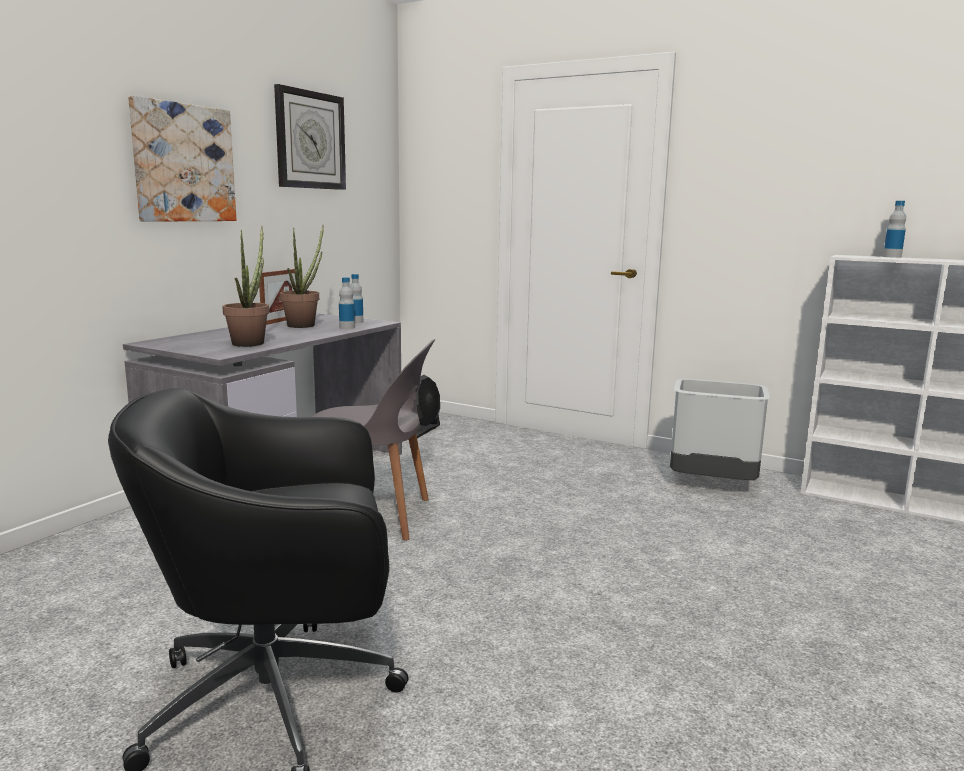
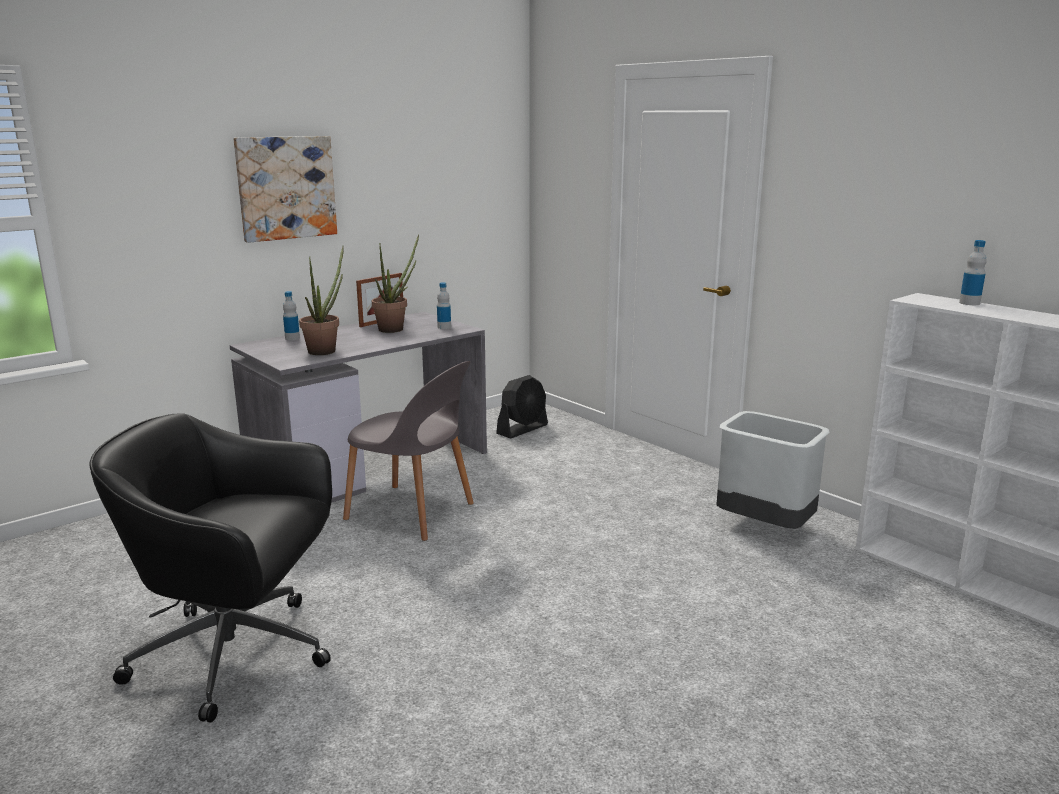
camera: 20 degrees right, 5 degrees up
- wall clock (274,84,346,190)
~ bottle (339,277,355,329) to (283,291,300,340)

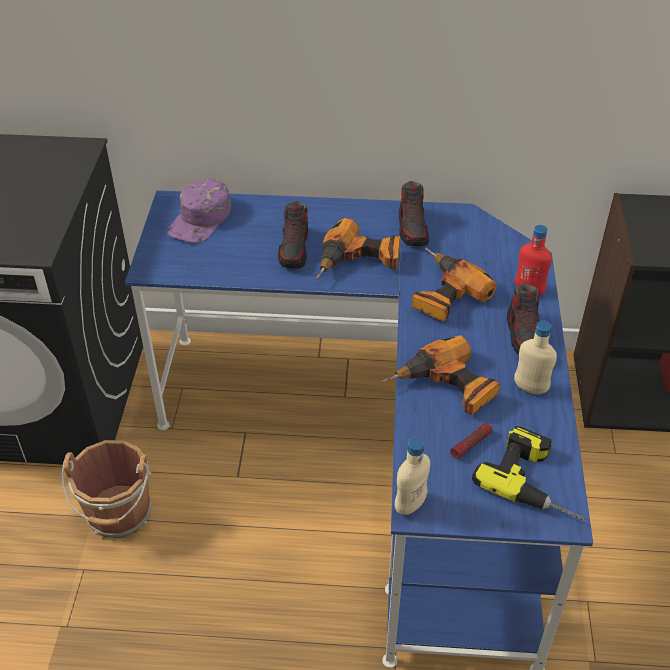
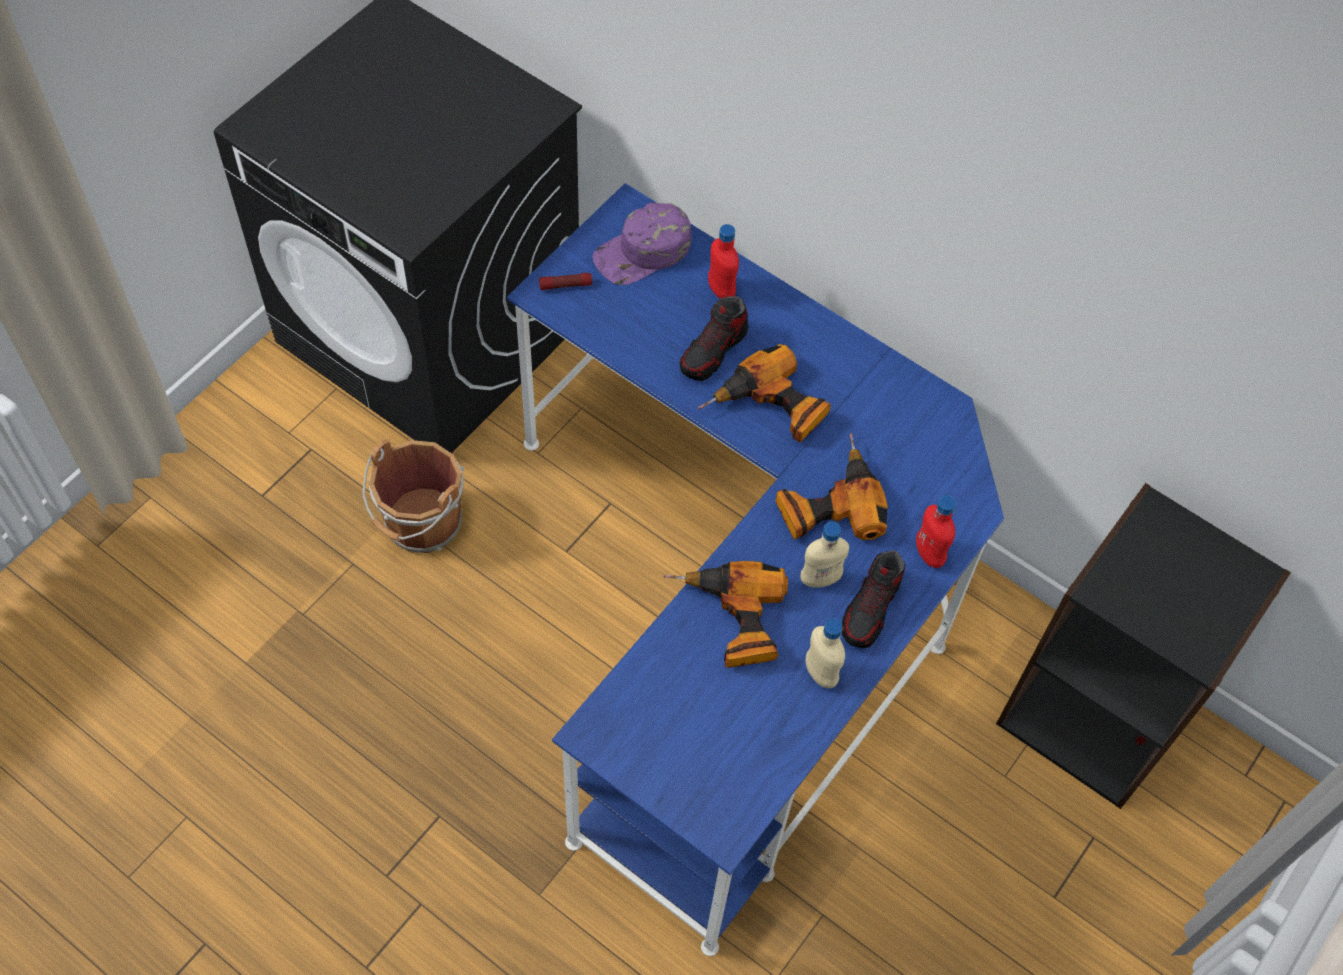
camera: 30 degrees right, 15 degrees up
- shoe (399,181,429,246)
~ flashlight (450,423,492,459) to (539,273,592,290)
- power drill (472,426,586,521)
~ beige bottle (395,437,430,515) to (800,522,849,587)
+ red bottle (708,224,739,299)

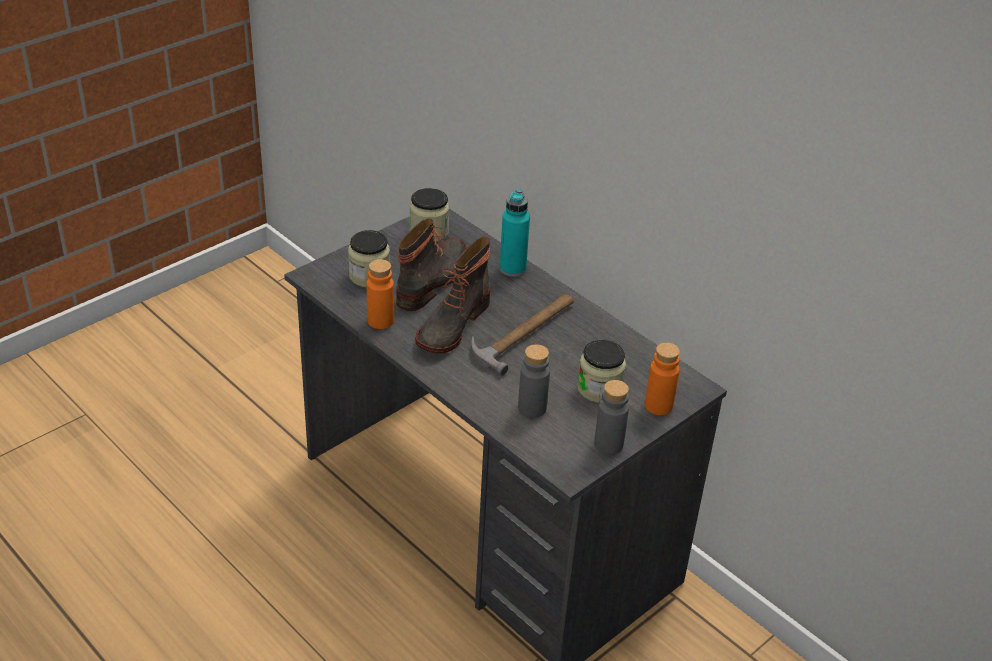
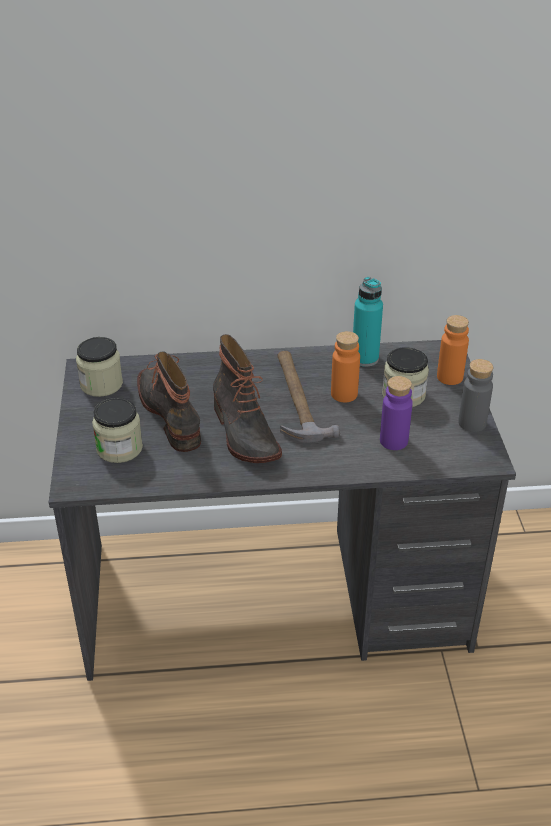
camera: 50 degrees left, 0 degrees up
~ turquoise bottle (500,190,530,277) to (353,277,383,367)
~ orange bottle (367,259,394,329) to (331,331,360,402)
~ grey bottle (518,344,550,418) to purple bottle (380,376,413,450)

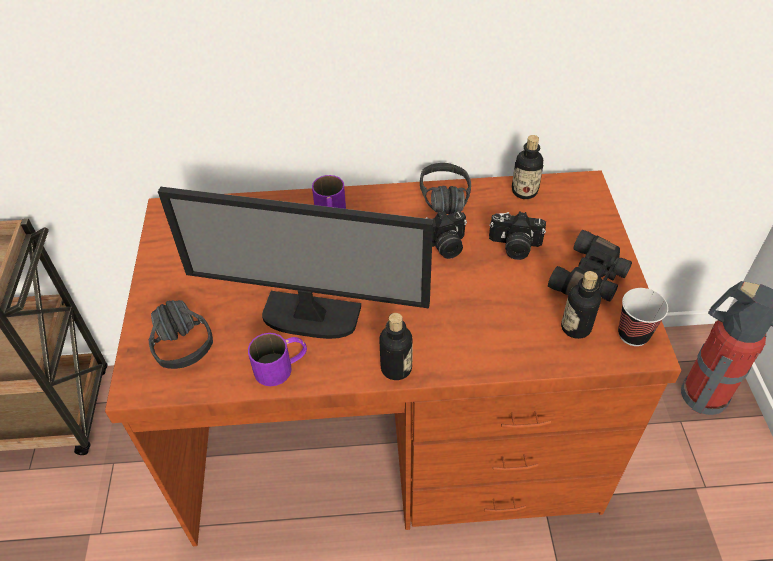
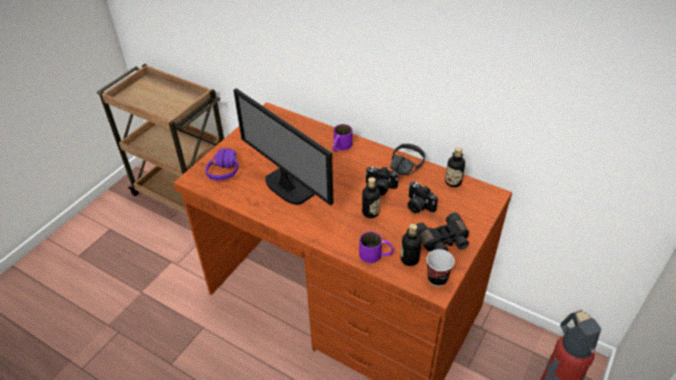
camera: 35 degrees right, 5 degrees down
~ black headphones (149,300,213,369) to purple headphones (205,148,239,181)
~ bottle (379,313,413,380) to (362,177,380,218)
~ purple mug (248,333,307,386) to (359,231,394,263)

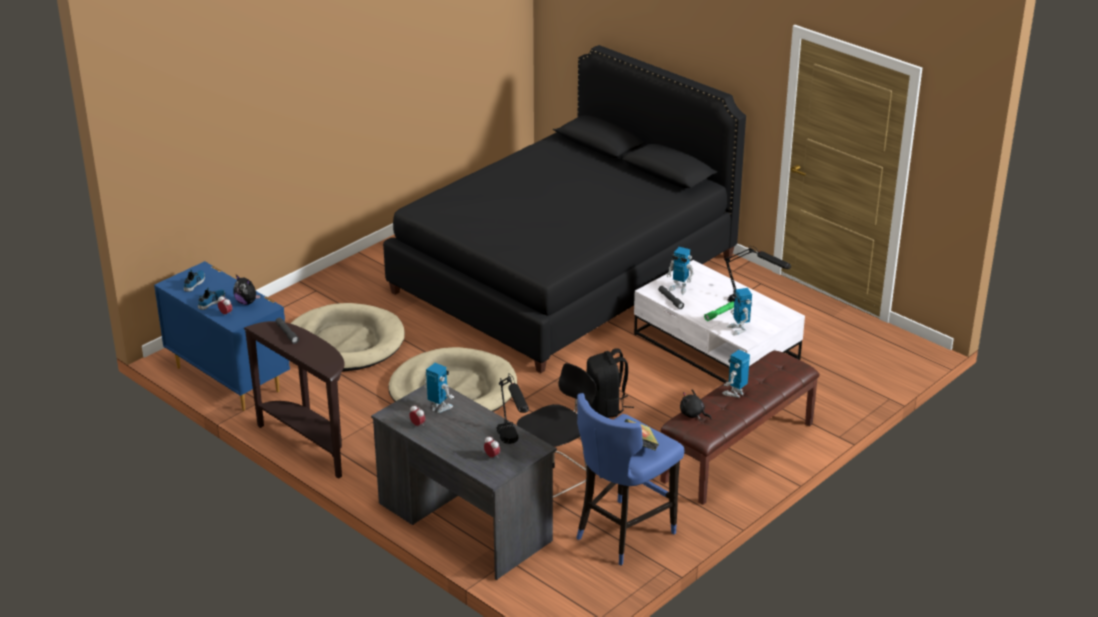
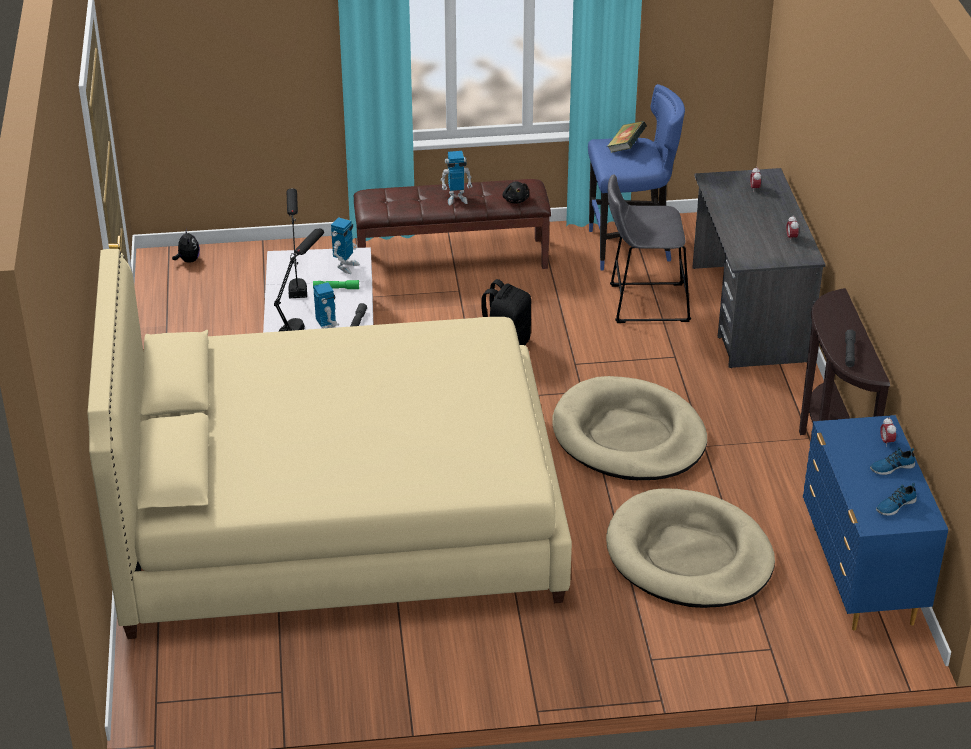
camera: 140 degrees left, 5 degrees up
~ black bed (383,45,746,373) to beige bed (88,249,572,639)
~ plush toy (233,275,260,305) to (172,228,200,263)
- toy robot (424,363,454,413)
~ black chair (517,363,597,498) to grey stool (608,174,691,323)
~ black table lamp (496,373,529,444) to (274,228,324,331)

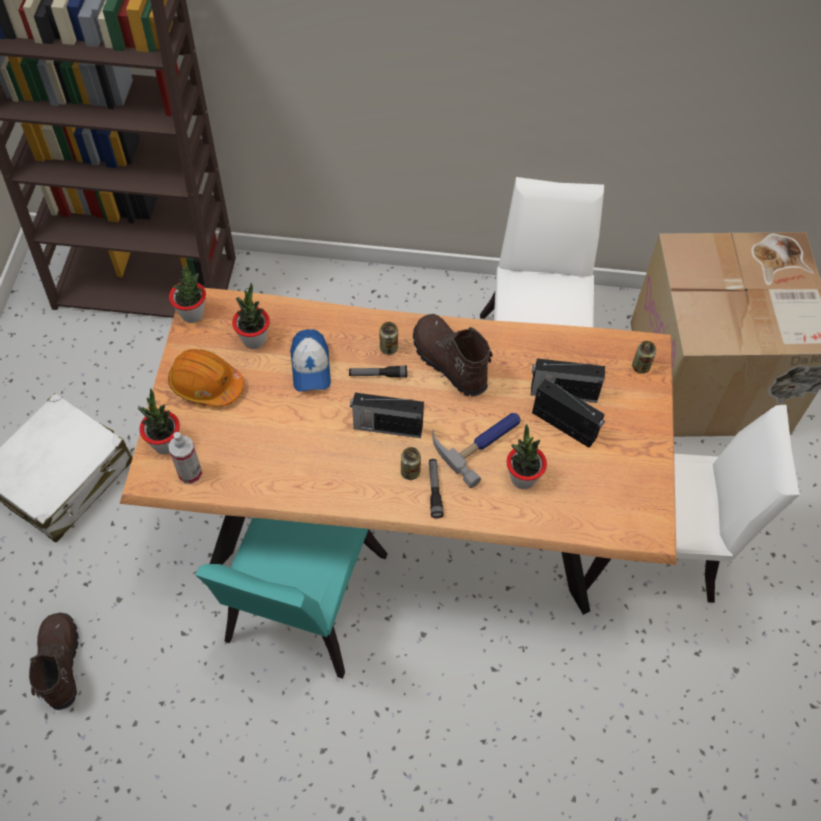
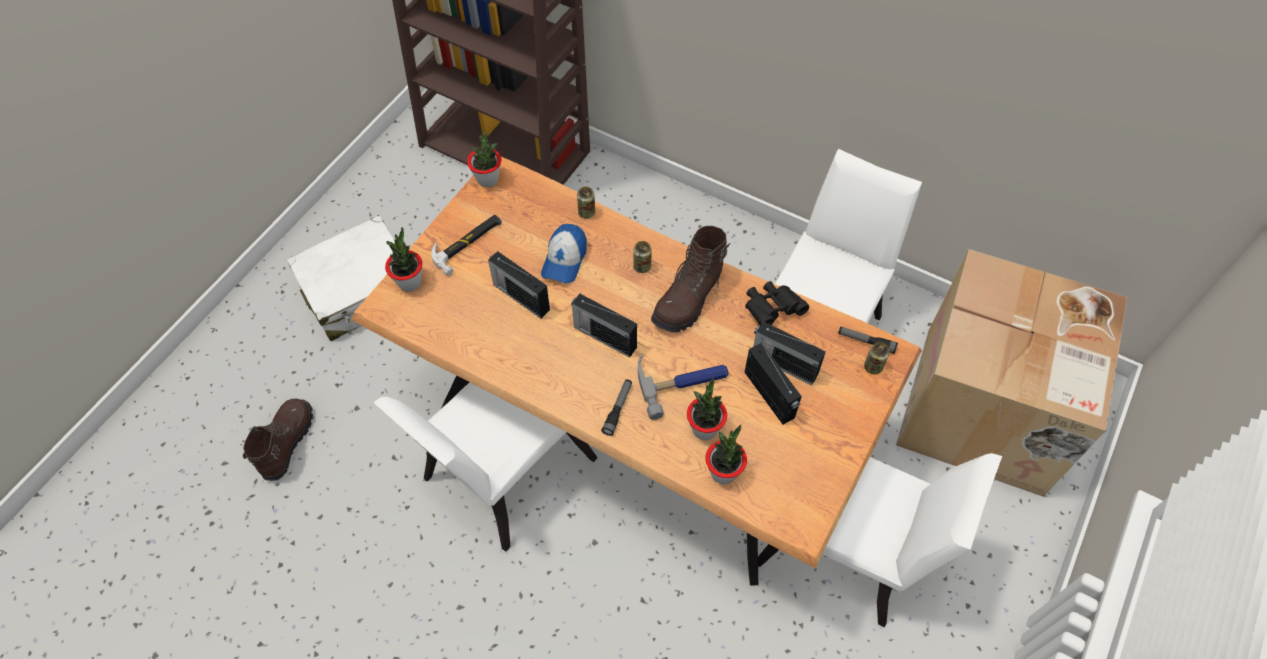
camera: 25 degrees right, 0 degrees up
~ potted plant (232,283,270,349) to (705,424,747,484)
~ brown boot (413,314,492,397) = (651,226,730,332) 135 degrees counterclockwise
~ orange hard hat (168,349,244,407) to hammer (432,215,502,276)
~ flashlight (349,366,407,378) to (838,326,898,354)
- spray bottle (168,432,202,484)
~ can (401,447,421,480) to (577,187,595,219)
~ turquoise chair (196,518,388,679) to white chair (374,382,598,552)
+ radio (488,251,550,319)
+ black binoculars (745,281,809,325)

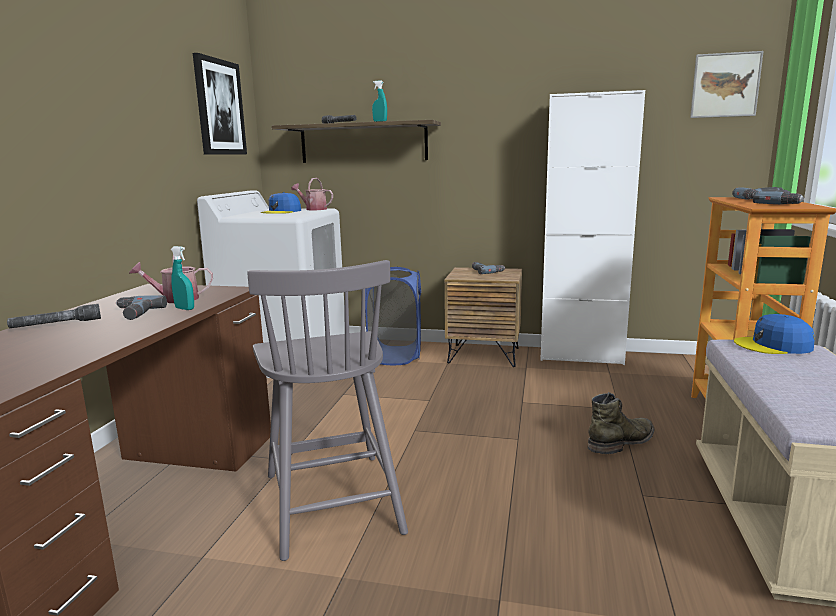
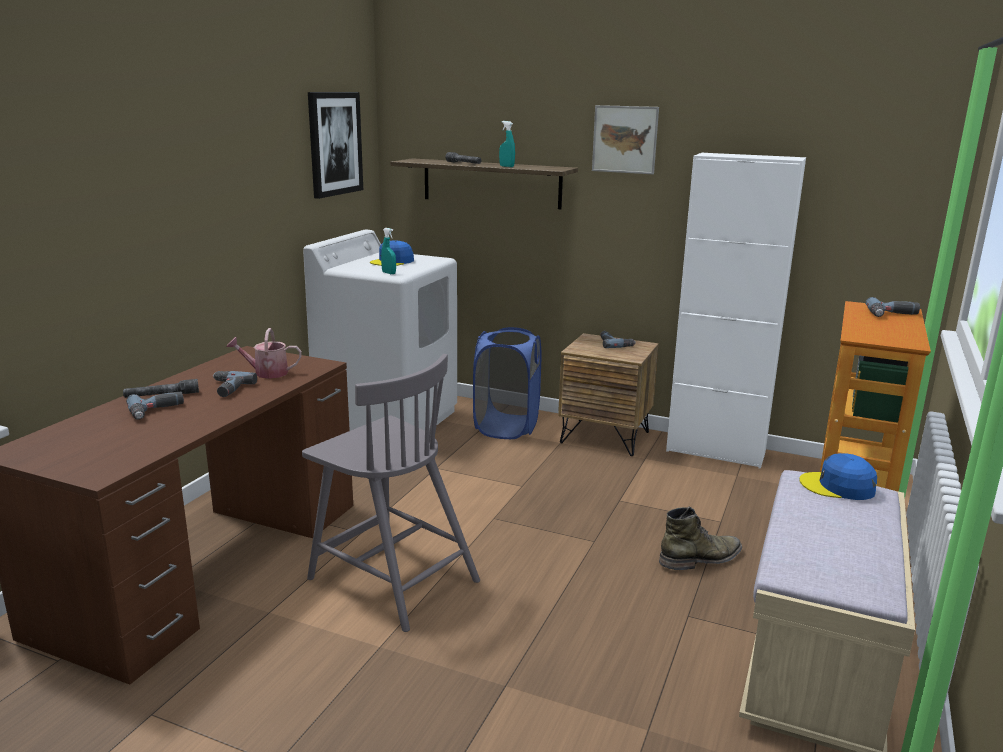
camera: 10 degrees right, 5 degrees up
~ picture (690,51,764,118) to (592,105,659,174)
- watering can (291,178,333,210)
~ power drill (753,190,805,204) to (126,392,184,420)
~ turquoise spray bottle (171,246,194,310) to (381,228,396,274)
~ grey chair (247,260,408,561) = (302,354,480,632) 45 degrees counterclockwise

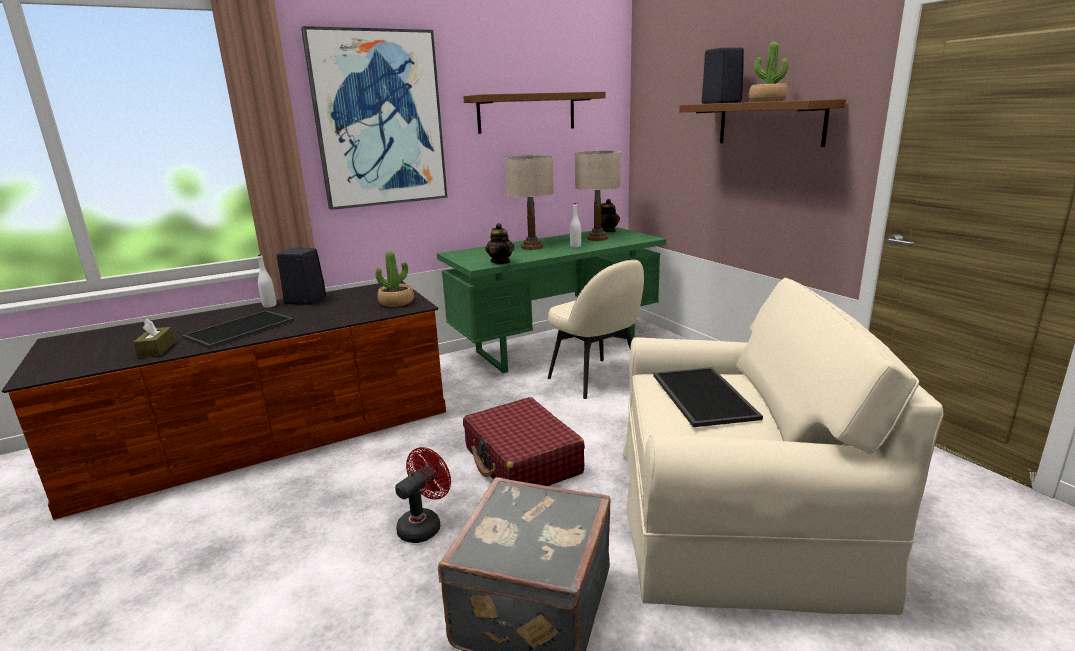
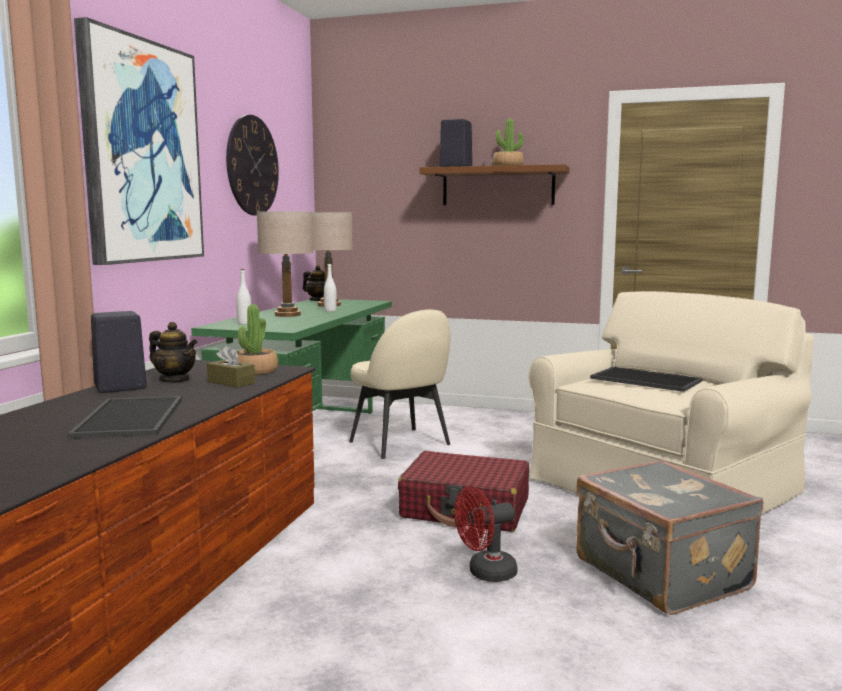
camera: 45 degrees left, 10 degrees down
~ brown shelf (463,92,606,134) to wall clock (226,115,279,216)
~ teapot (485,223,514,264) to (149,322,198,382)
~ white bottle (258,254,276,308) to (236,269,251,325)
~ beige chair (548,260,644,399) = (349,309,450,459) 45 degrees clockwise
~ brown tissue box (133,319,175,358) to (207,346,255,388)
~ red fan (395,447,451,543) = (454,487,517,582) 105 degrees counterclockwise

